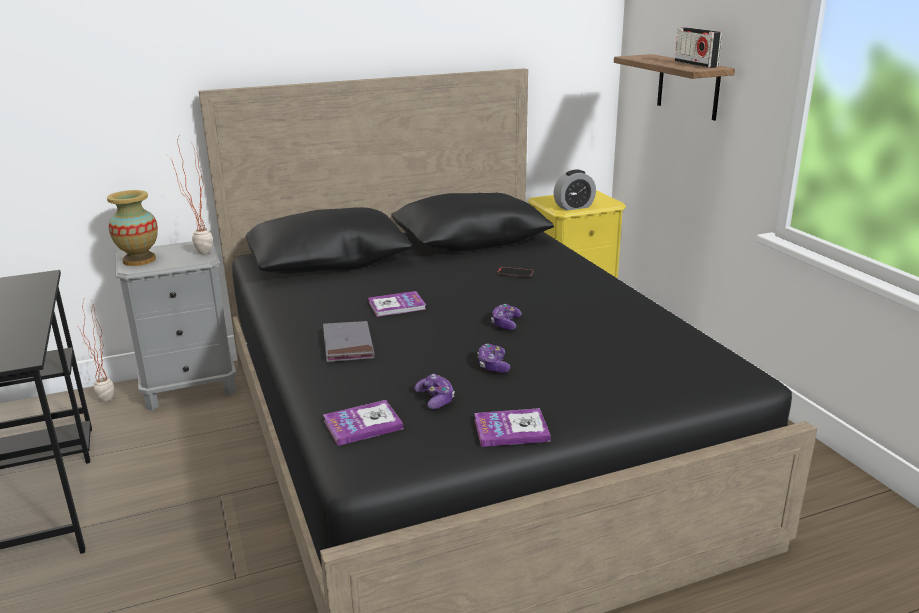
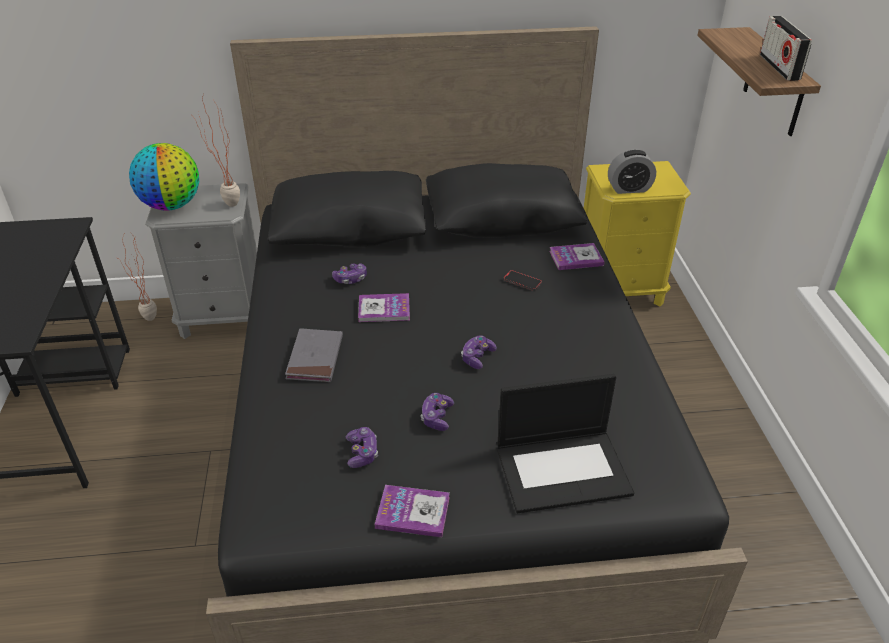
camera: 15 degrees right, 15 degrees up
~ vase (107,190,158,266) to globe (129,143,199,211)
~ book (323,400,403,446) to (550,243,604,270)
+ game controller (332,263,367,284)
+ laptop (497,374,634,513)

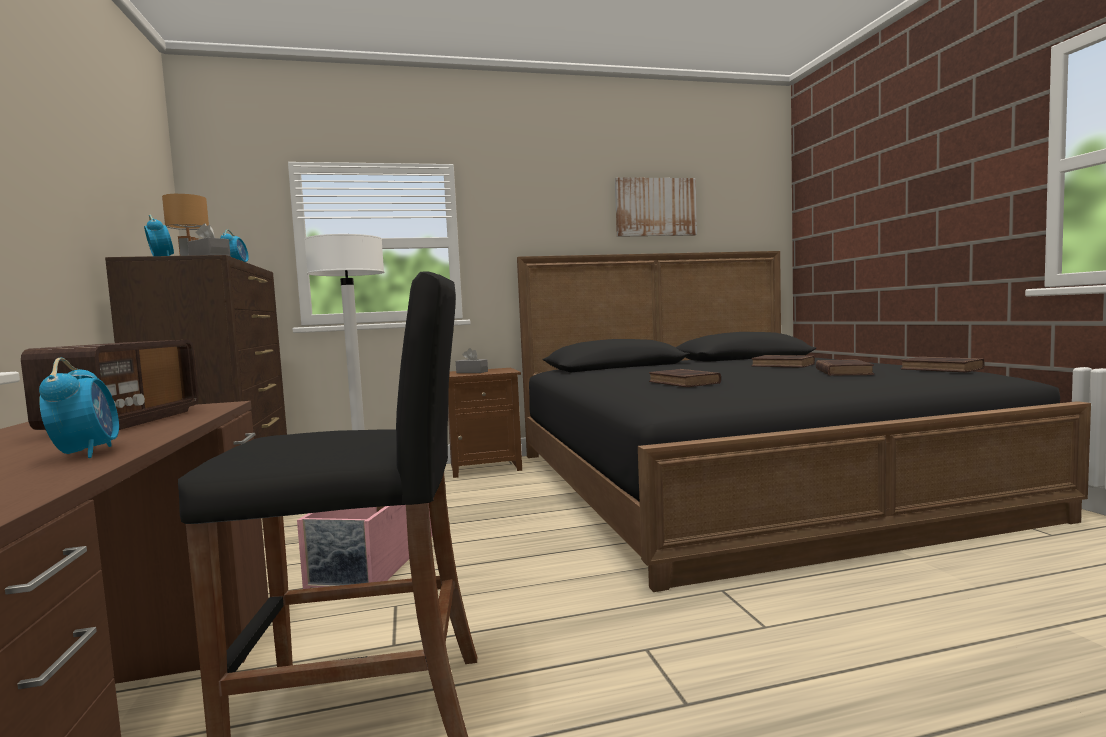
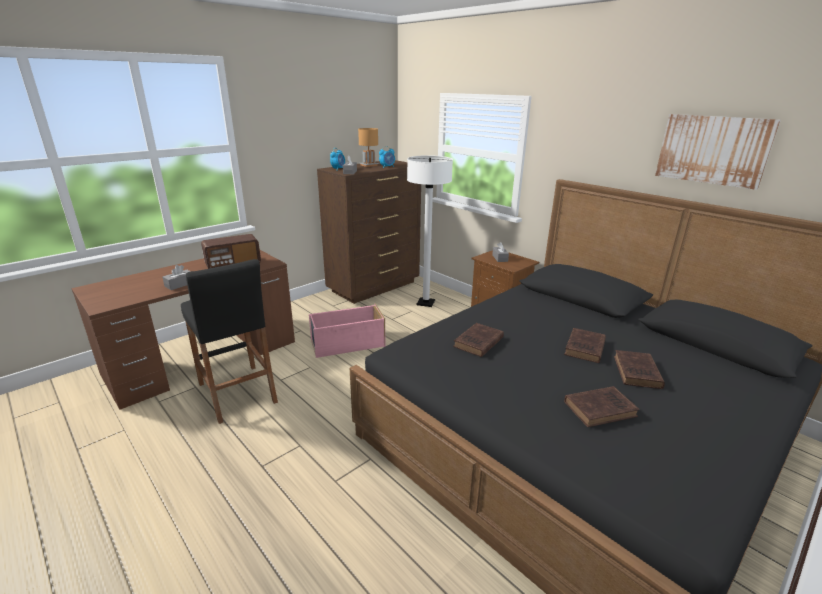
camera: 60 degrees right, 20 degrees up
~ brown book (901,357,984,372) to (564,328,606,363)
~ alarm clock (39,358,119,458) to grey tissue box (162,265,191,290)

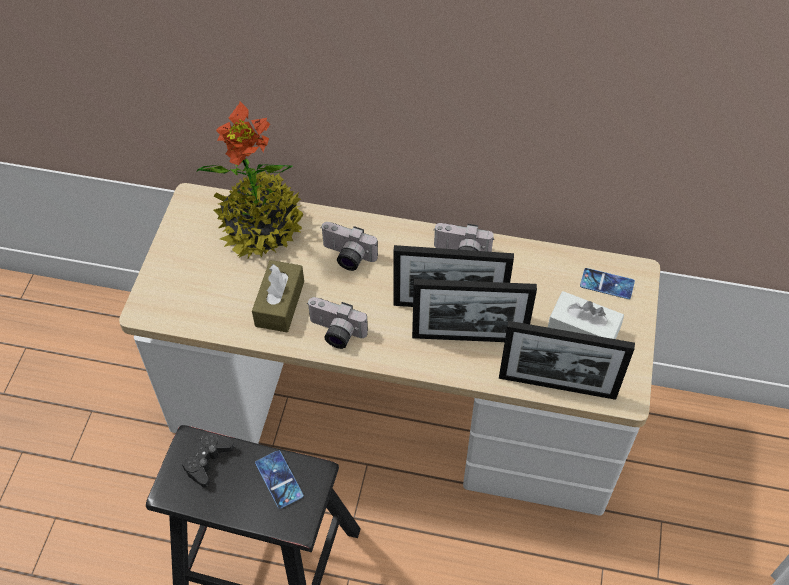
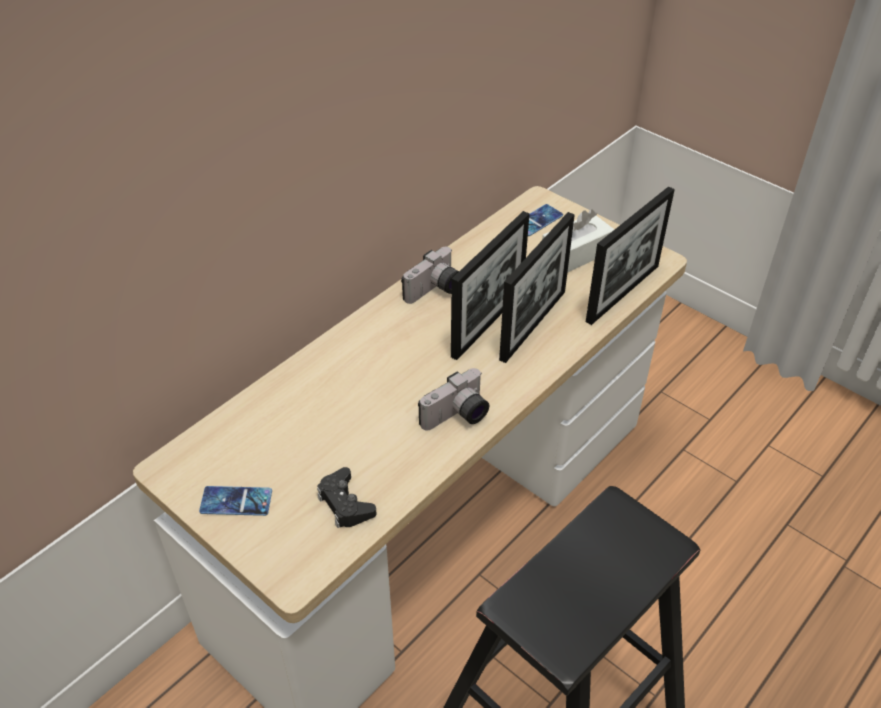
camera: 60 degrees left, 10 degrees down
- potted plant (196,101,303,260)
- photo camera (321,222,378,271)
- brown tissue box (252,260,304,332)
~ black game controller (182,433,234,487) to (317,467,377,528)
~ phone (255,450,304,509) to (199,486,272,516)

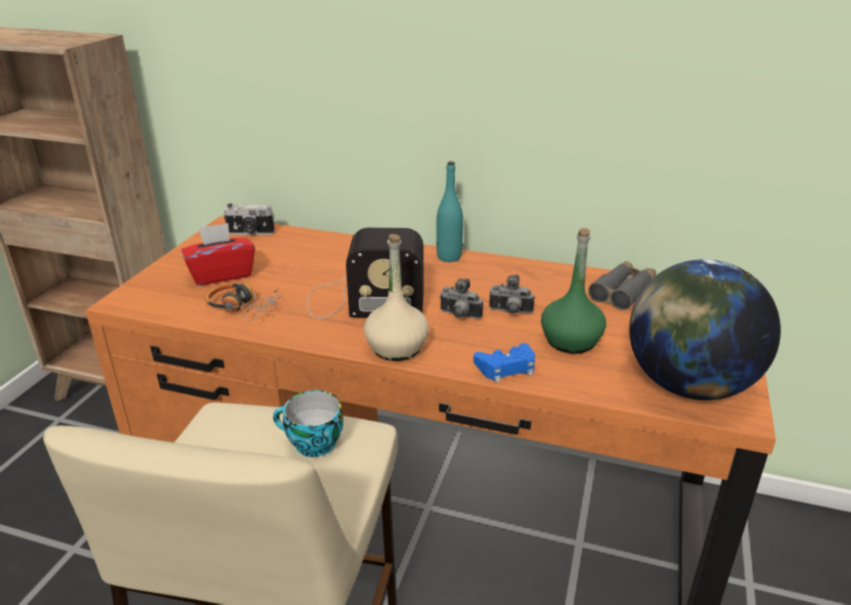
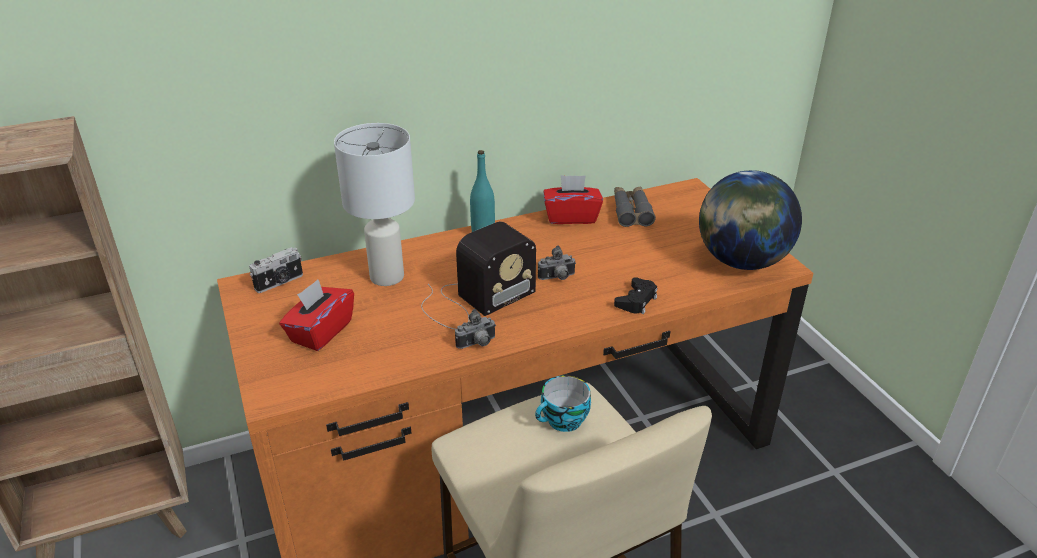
camera: 40 degrees left, 5 degrees up
- green bottle (541,228,606,354)
- beige bottle (364,234,429,361)
~ photo camera (489,274,535,314) to (455,309,496,349)
- headphones (206,283,281,320)
~ blue game controller (473,343,535,383) to black game controller (614,277,657,314)
+ white table lamp (334,123,415,286)
+ red tissue box (543,175,603,224)

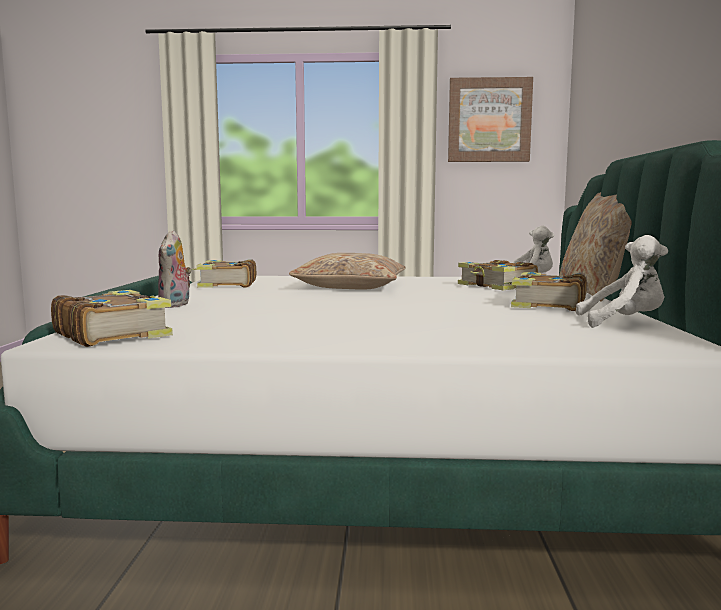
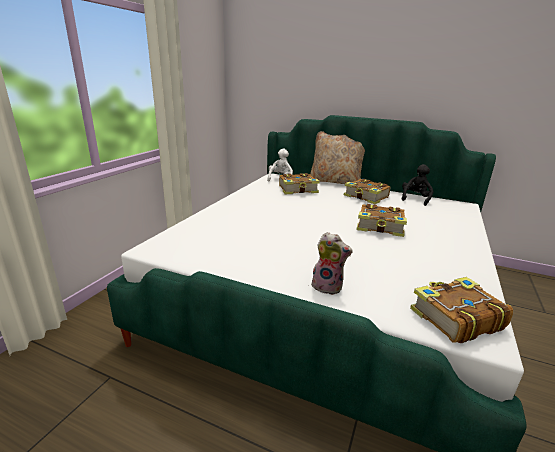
camera: 70 degrees left, 15 degrees up
- picture (448,77,533,162)
~ white plush toy (576,235,668,328) to black plush toy (401,164,433,206)
- beige pillow (289,253,405,289)
~ book (191,259,256,288) to (357,204,407,237)

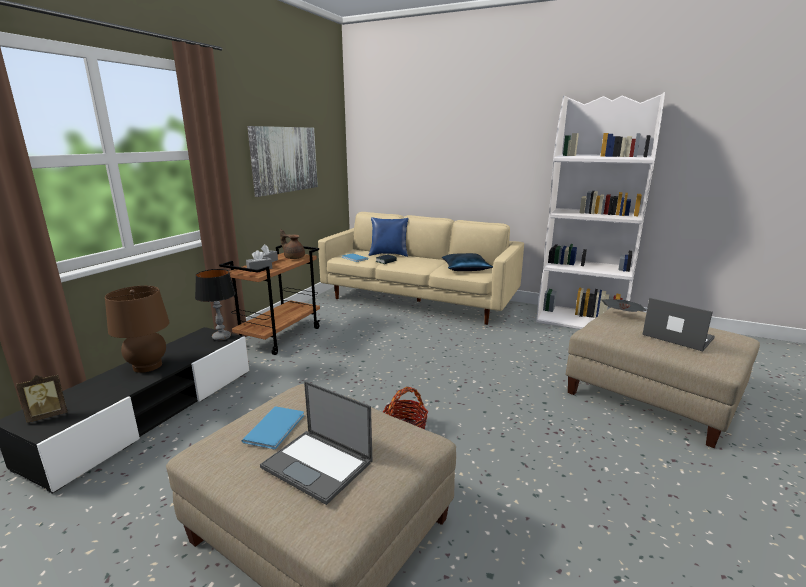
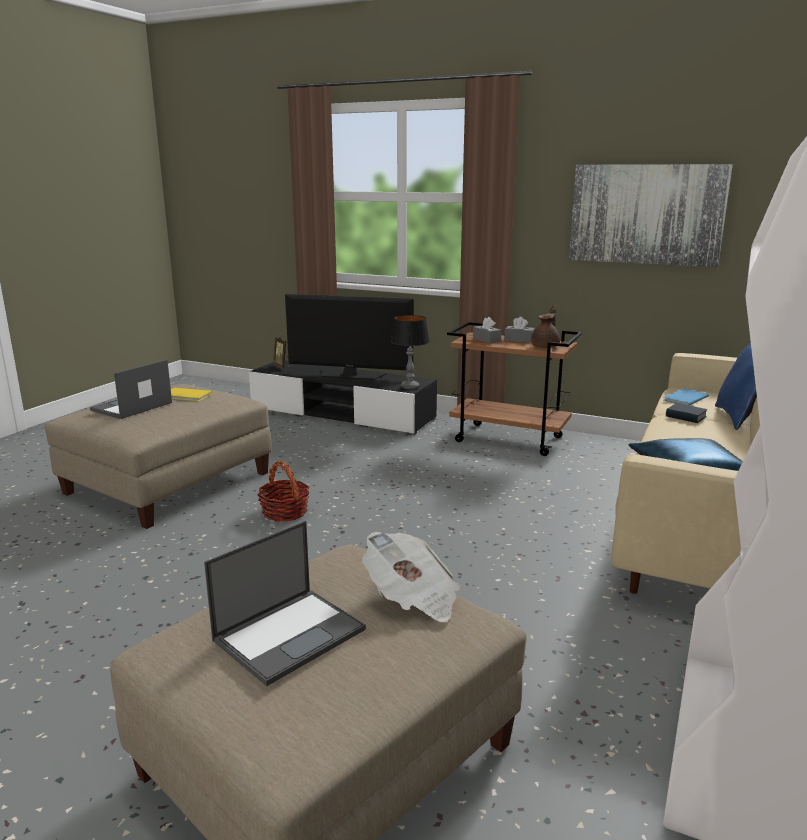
camera: 90 degrees right, 0 degrees up
~ brown table lamp (105,286,169,373) to television (285,294,414,380)
~ blue book (242,406,304,450) to yellow book (171,388,213,401)

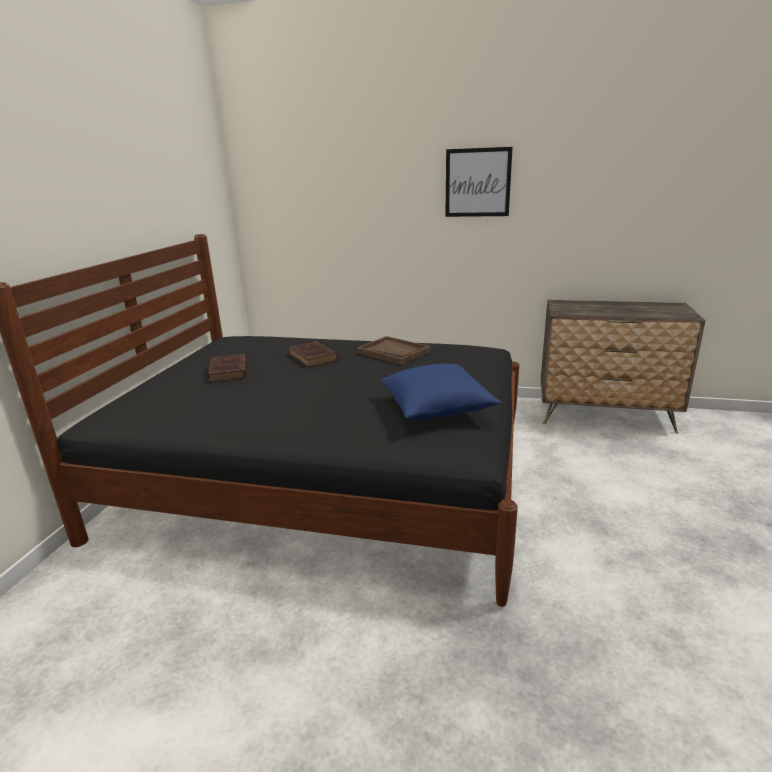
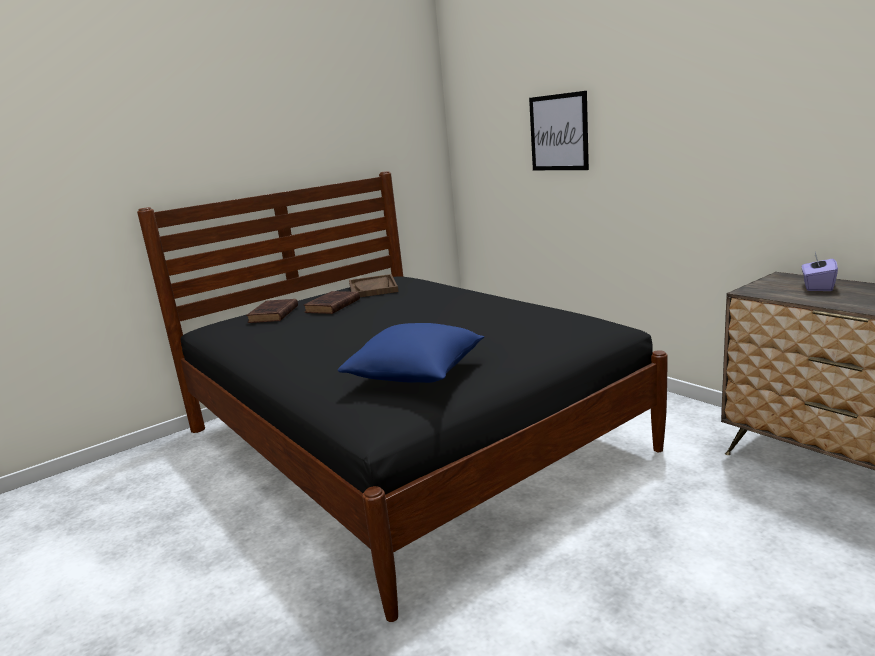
camera: 40 degrees right, 5 degrees down
~ picture (445,147,513,217) to (529,91,589,170)
~ brown tray (357,336,431,365) to (349,274,398,297)
~ brown book (289,341,338,367) to (246,299,298,323)
+ purple tissue box (802,252,838,291)

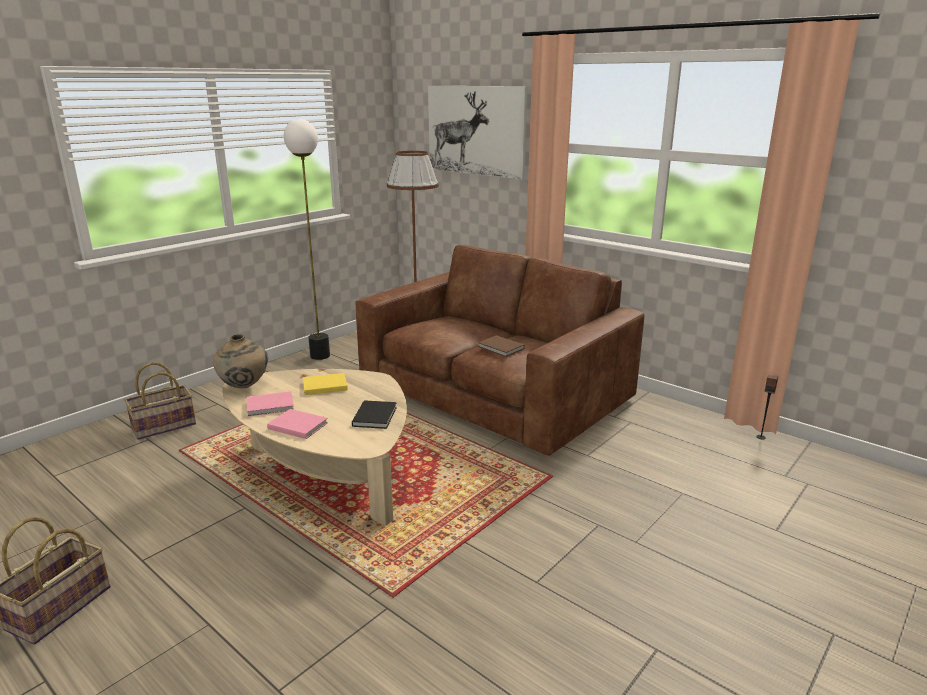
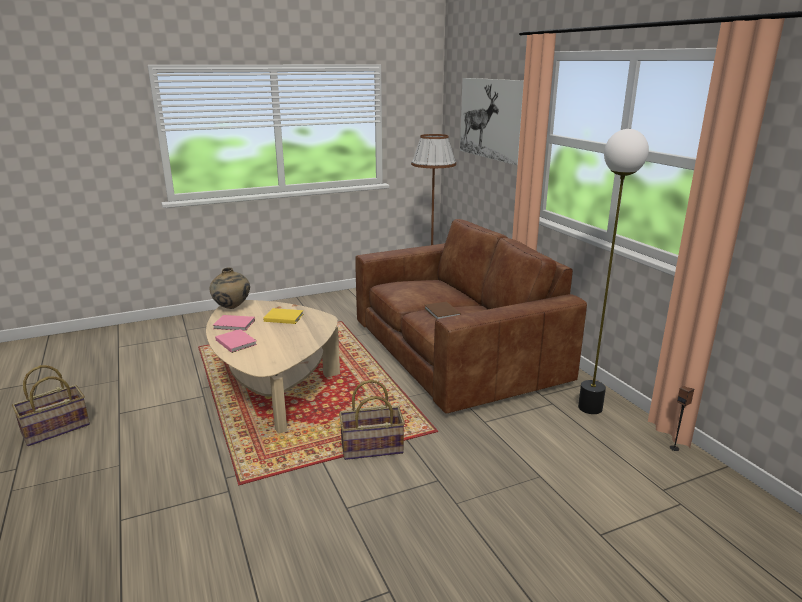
camera: 25 degrees right, 0 degrees up
~ floor lamp (284,119,330,360) to (578,129,649,414)
~ basket (124,362,196,440) to (339,380,405,460)
- black book (352,400,397,429)

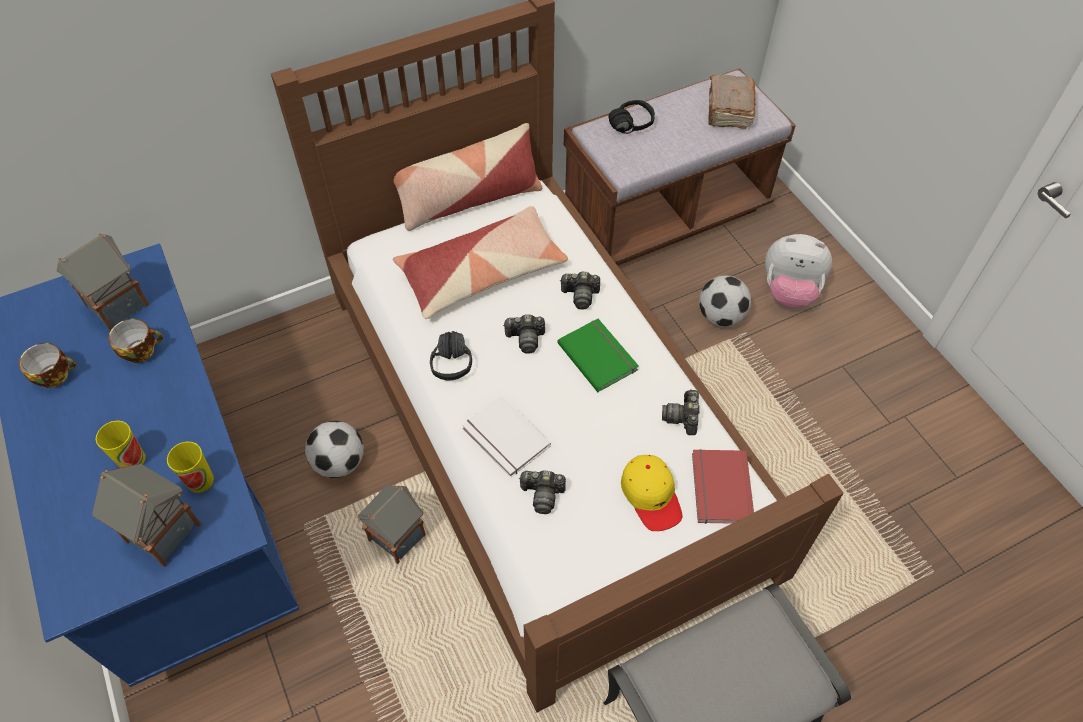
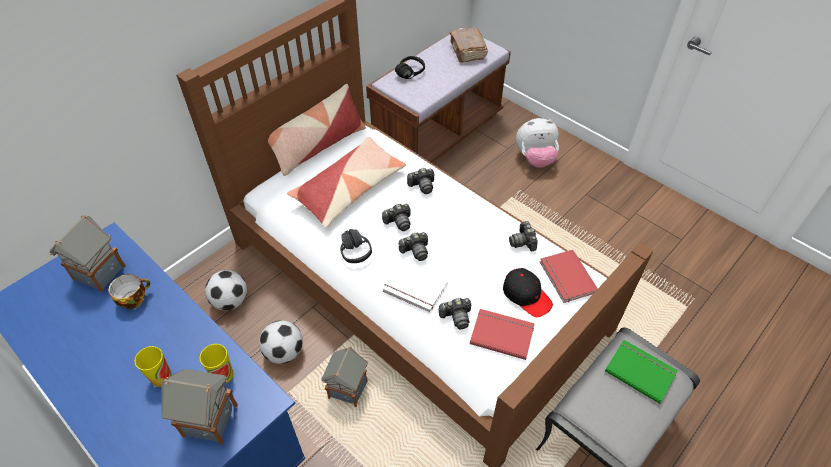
camera: 20 degrees left, 5 degrees down
~ football (699,275,751,327) to (205,270,247,311)
~ green book (557,319,639,392) to (605,340,678,404)
- cup (19,343,76,388)
~ yellow cap (621,455,682,531) to black cap (503,268,553,317)
+ photo camera (399,232,428,261)
+ red book (470,309,535,360)

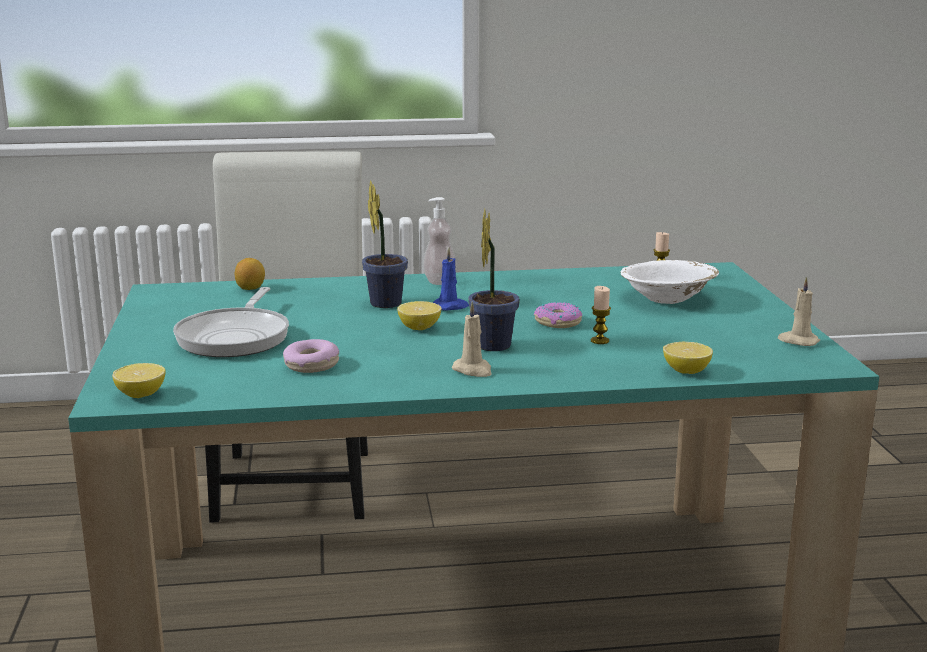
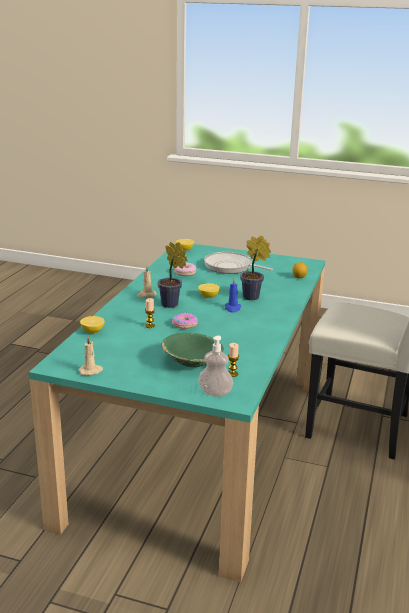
camera: 115 degrees right, 5 degrees up
~ soap dispenser (423,197,457,285) to (198,335,233,397)
~ white bowl (620,260,719,304) to green bowl (162,333,224,367)

